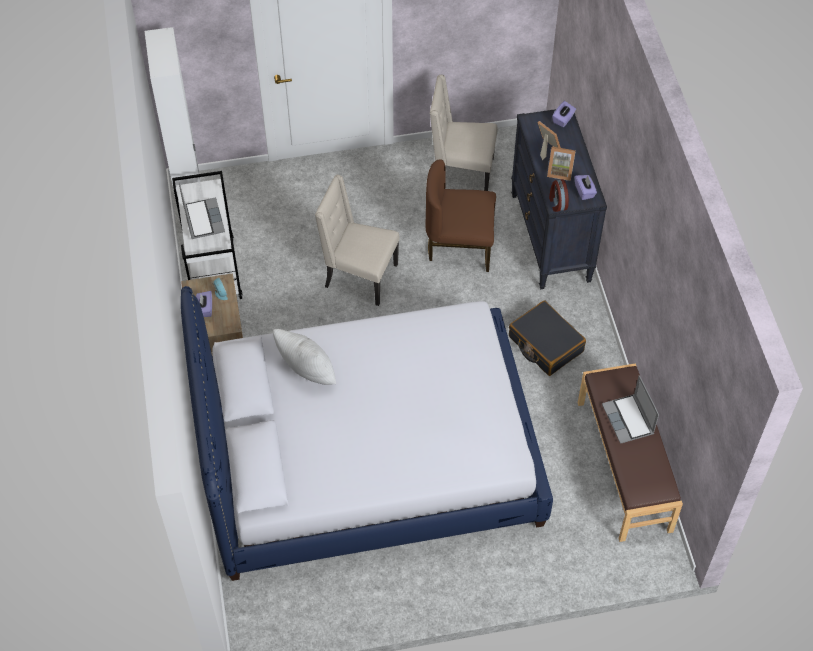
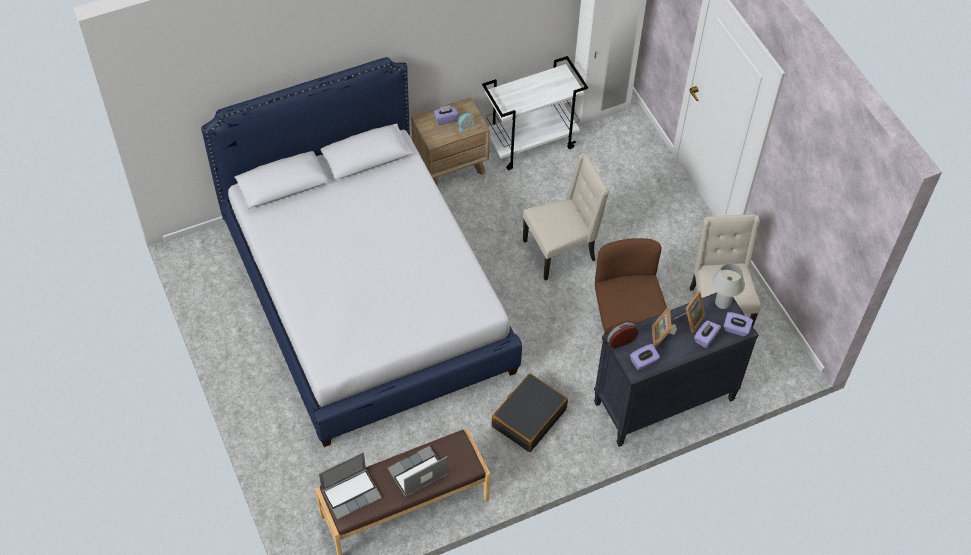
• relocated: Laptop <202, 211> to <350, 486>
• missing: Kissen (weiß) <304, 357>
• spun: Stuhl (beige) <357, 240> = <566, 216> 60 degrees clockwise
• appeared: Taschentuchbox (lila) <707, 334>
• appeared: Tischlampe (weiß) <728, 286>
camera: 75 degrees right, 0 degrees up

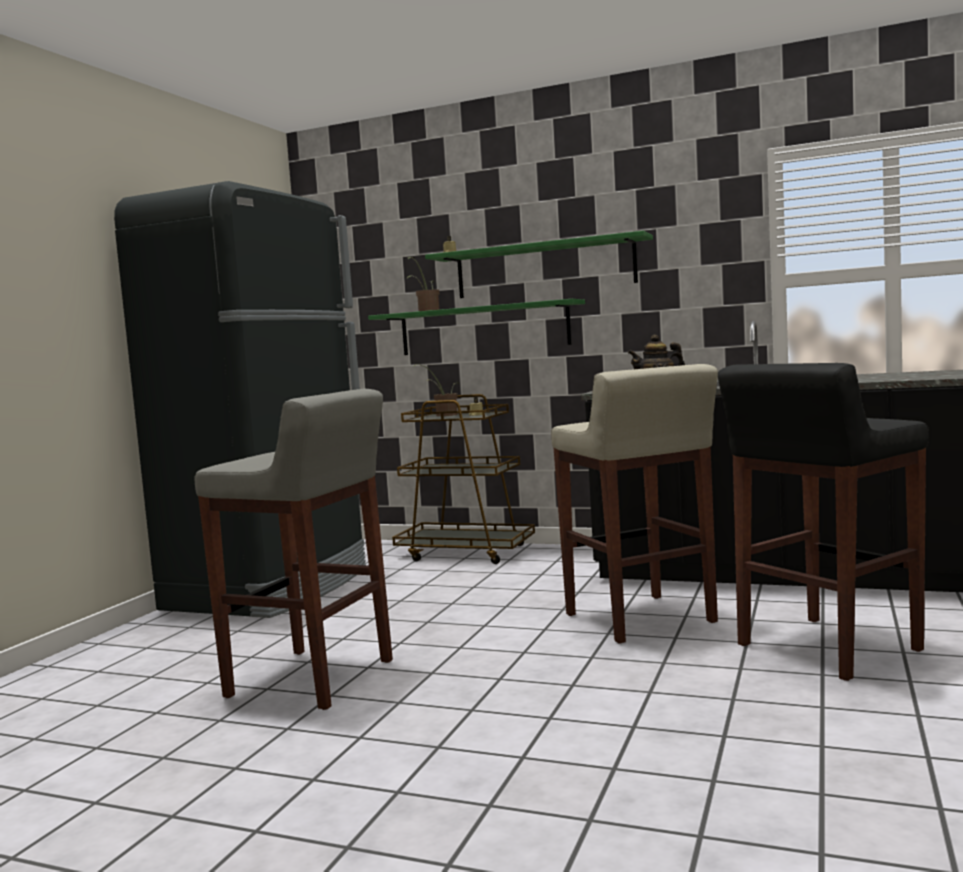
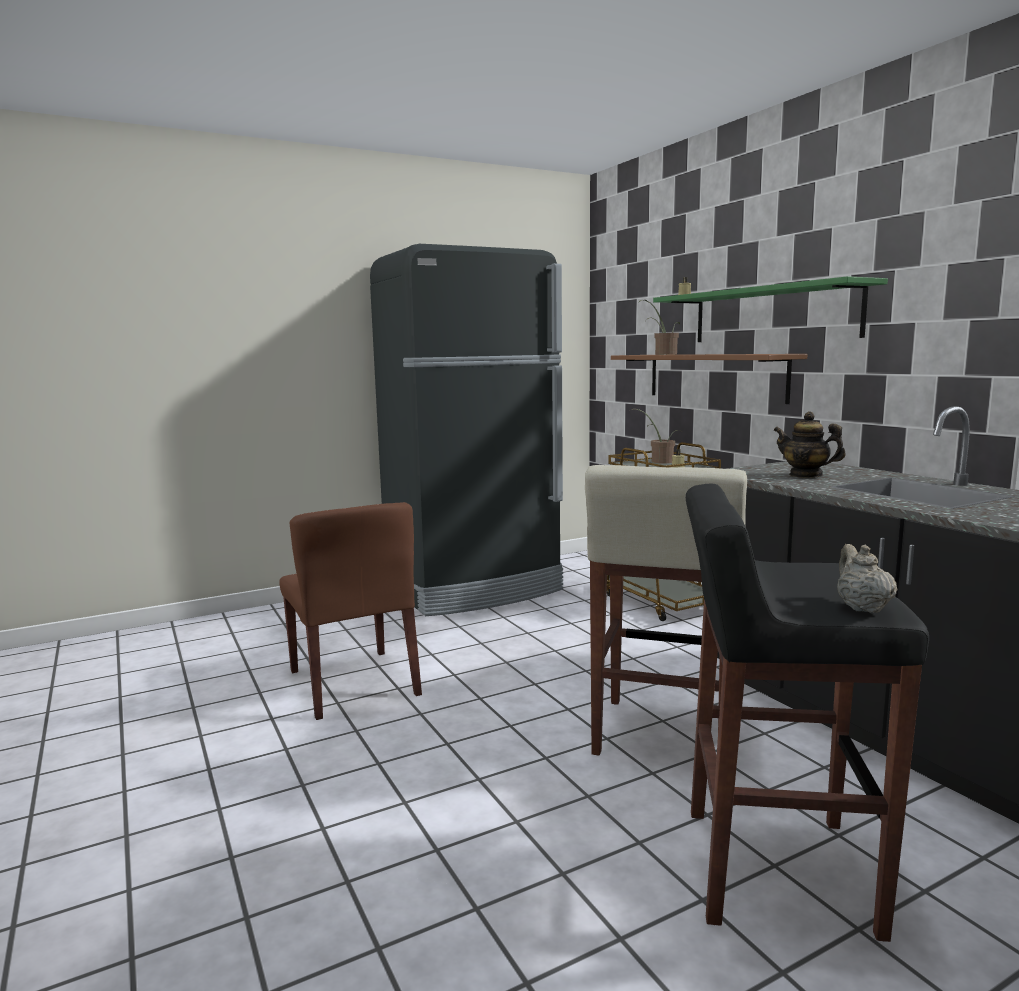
• exchanged: Hocker (grau) <294, 549> to Stuhl (braun) <350, 611>
• colour: Wandregal (grün) <476, 327> to Wandregal (braun) <709, 379>
• appeared: Teekanne (beige) <867, 578>
camera: 40 degrees right, 5 degrees up

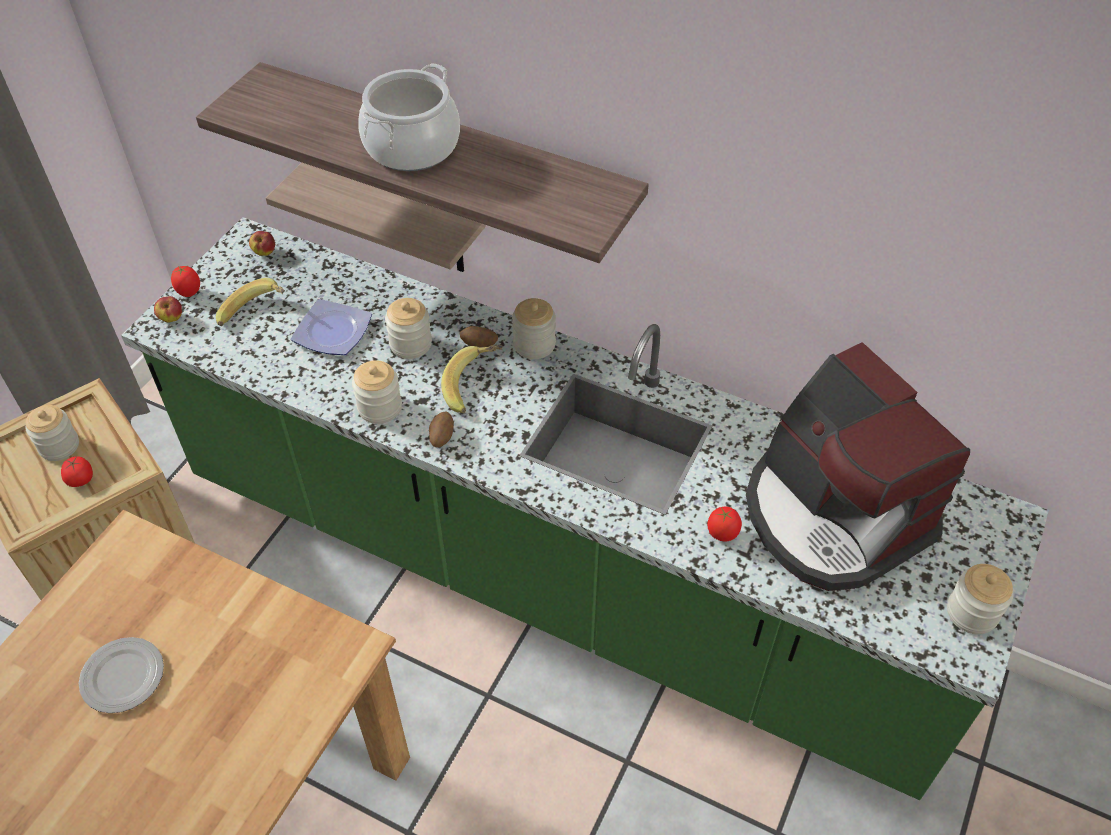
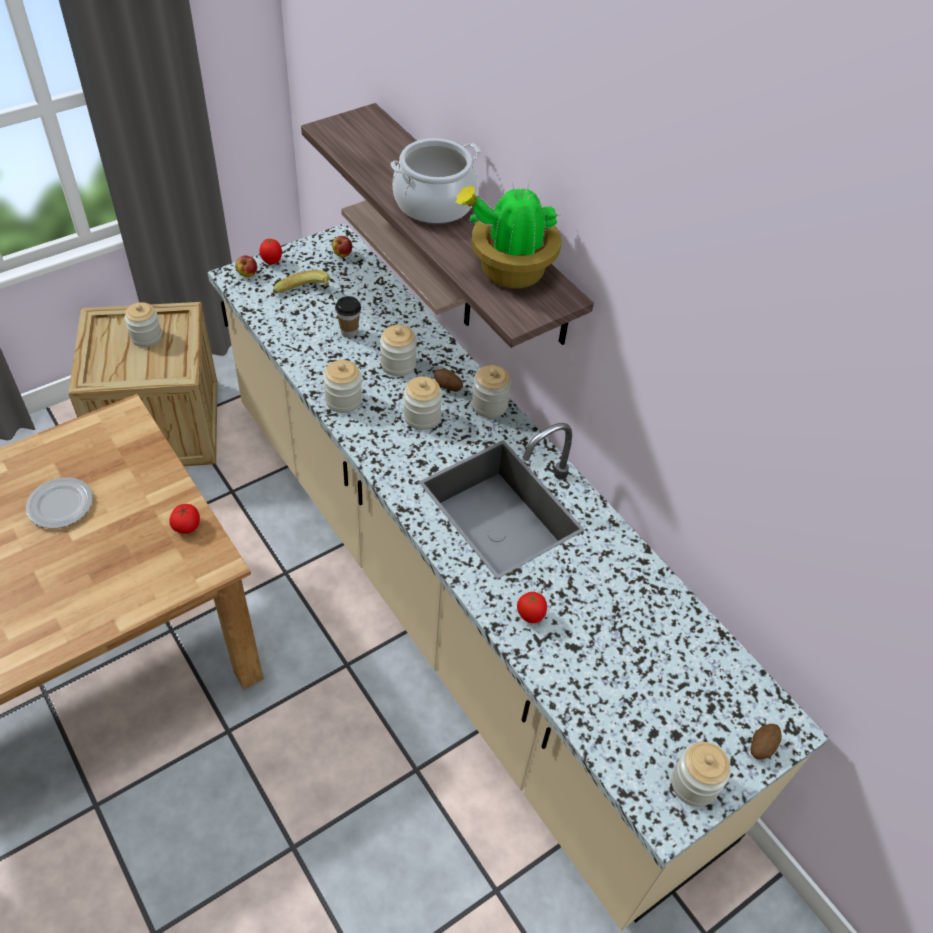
• relocated: Tomate <77, 471> to <184, 519>
• colour: Küchenzeile (grün) <585, 508> to Küchenzeile (beige) <518, 577>
• exchanged: Teller <331, 327> to Tasse <348, 317>
• relocated: Kartoffel <441, 430> to <766, 741>
• exchanged: Banane <472, 379> to Vorratsglas <422, 403>
• missing: Kaffeemaschine <858, 466>
• appeared: Topfpflanze <509, 235>
camera: 25 degrees right, 0 degrees up

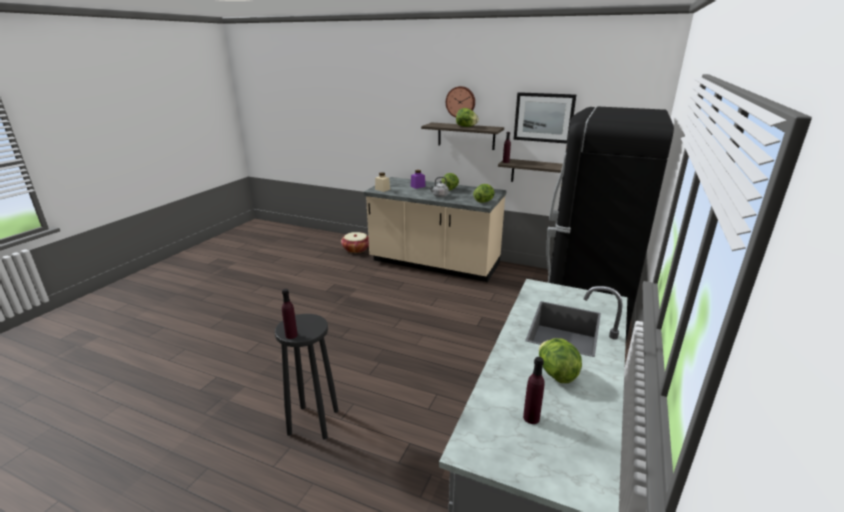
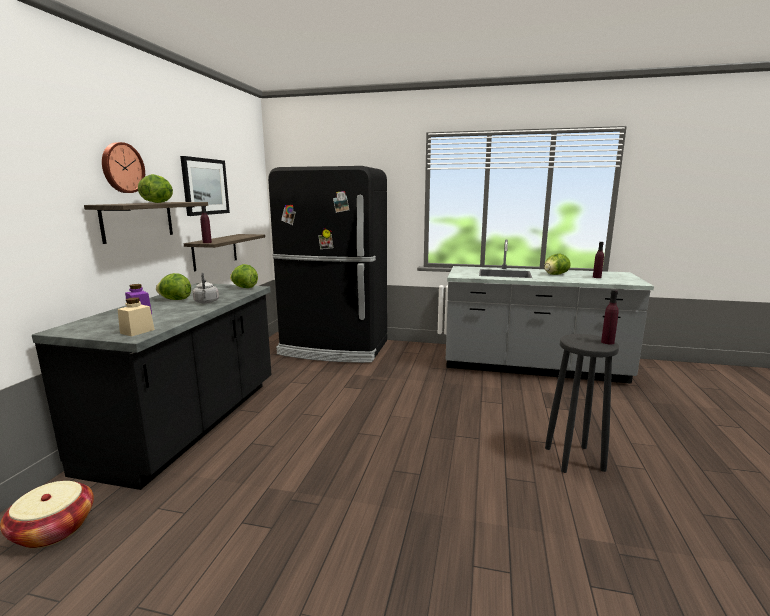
• colour: Küchenzeile (beige) <435, 229> to Küchenzeile (schwarz) <152, 386>
camera: 100 degrees left, 10 degrees down

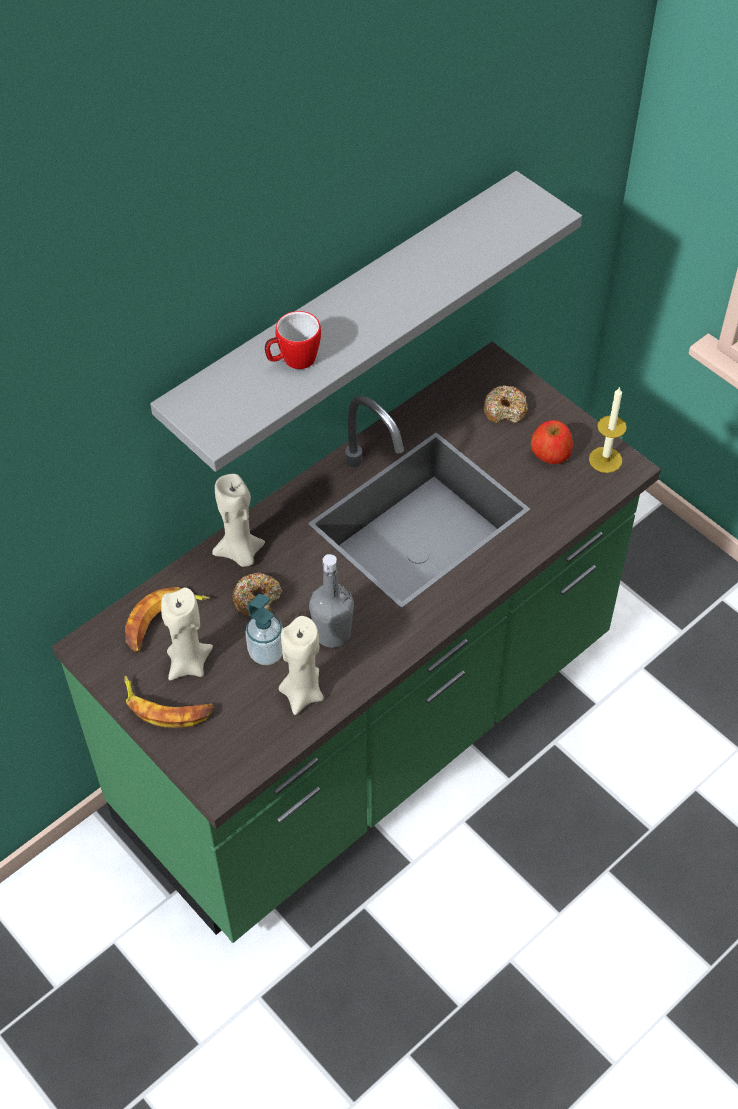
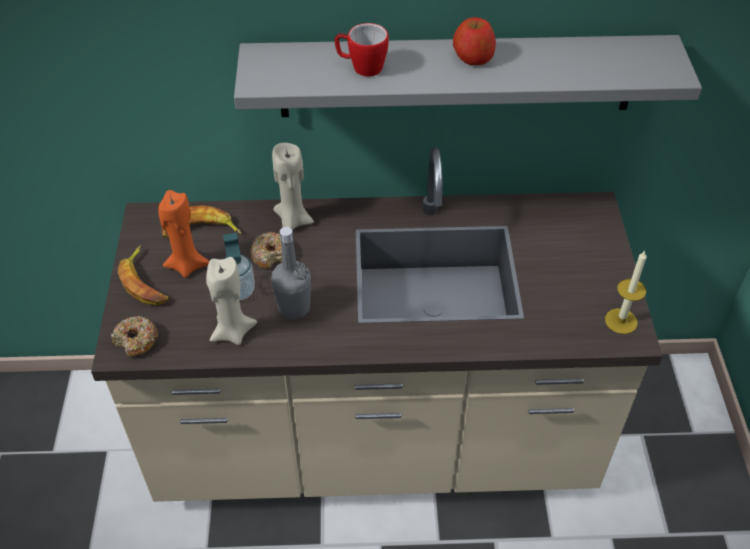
• colour: Küchenzeile (grün) <356, 642> to Küchenzeile (beige) <377, 324>
• colour: Kerze (beige) <187, 633> to Kerze (orange) <183, 234>
• relocated: Donut <506, 404> to <134, 336>
• relocated: Apfel <552, 442> to <474, 41>
camera: 40 degrees right, 5 degrees down

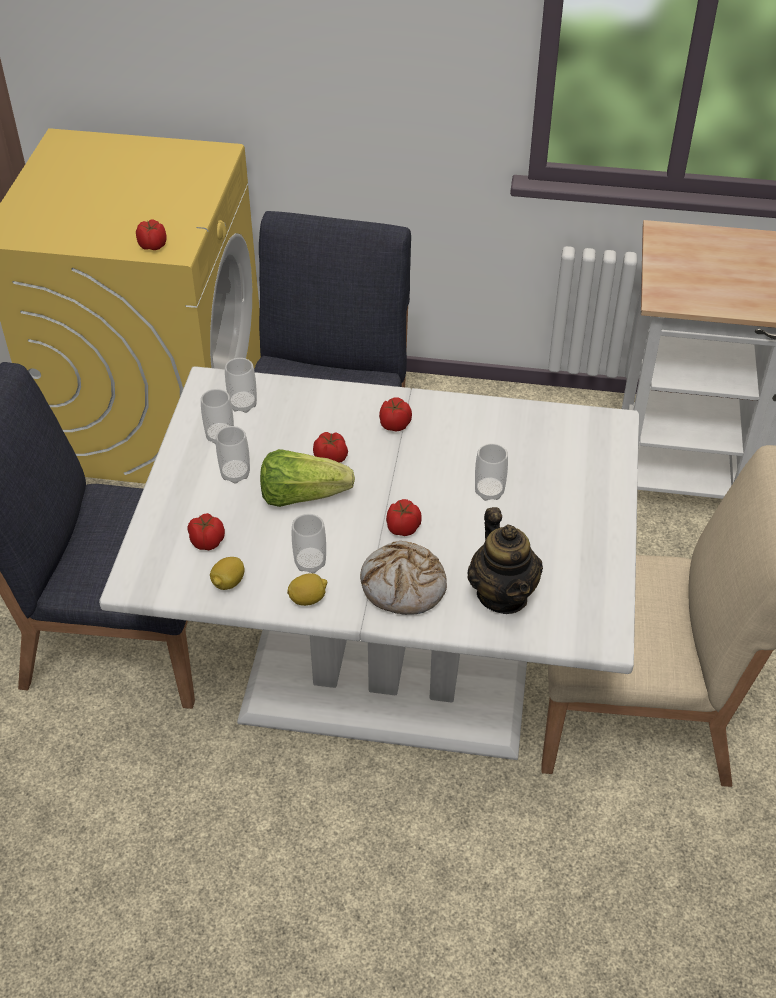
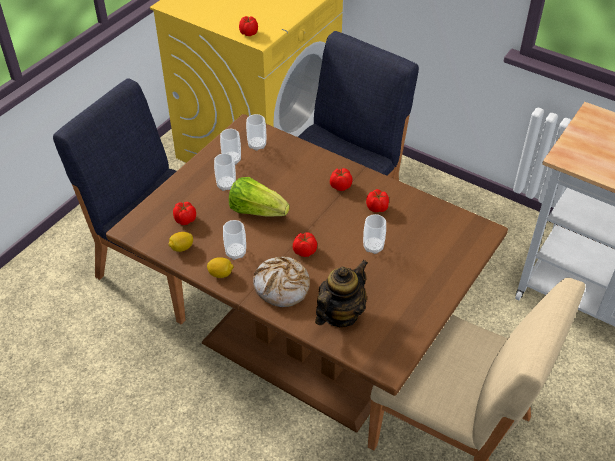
• colour: Esstisch (weiß) <369, 563> to Esstisch (braun) <307, 273>
• relocated: Tomate <330, 447> to <377, 200>
• spun: Teekanne <505, 560> = <341, 293> 150 degrees counterclockwise
camera: 25 degrees right, 0 degrees up

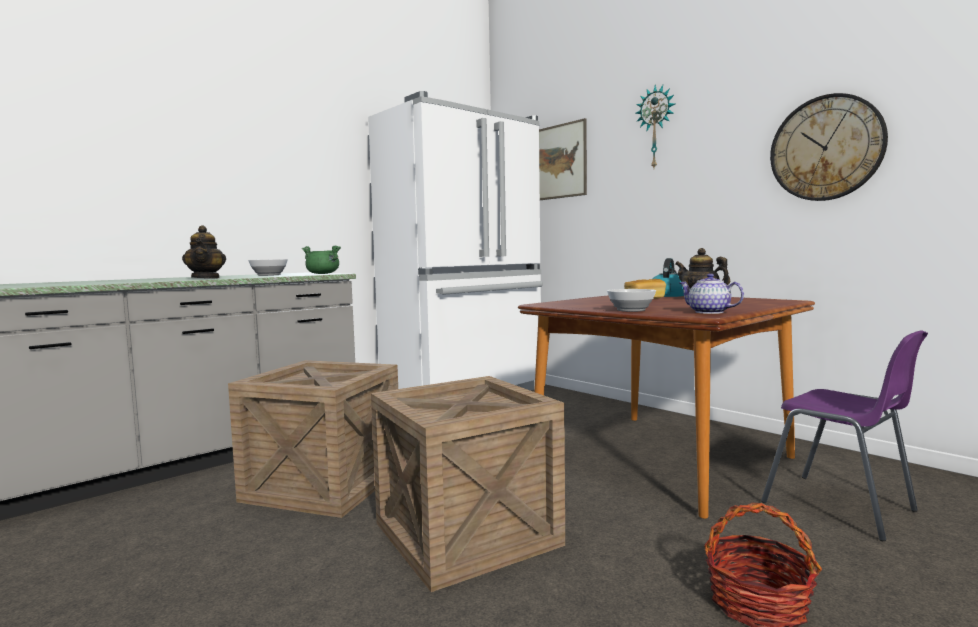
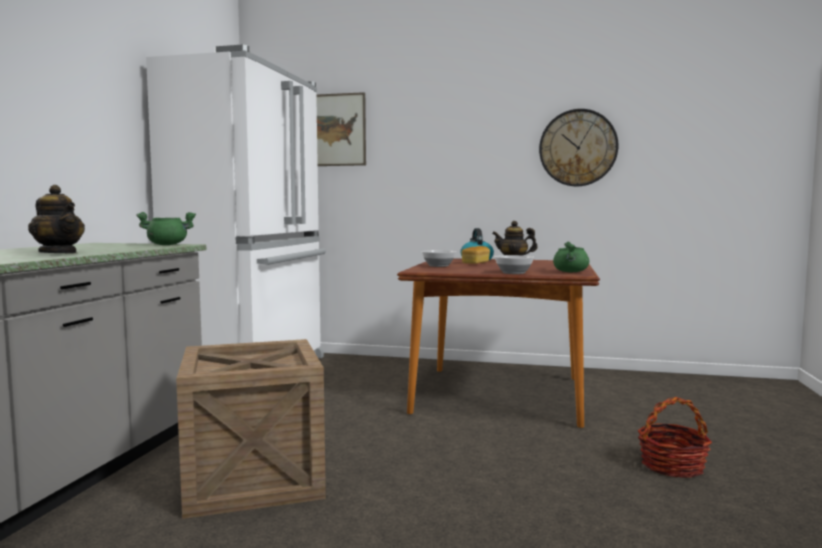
• relocated: Schüssel <268, 267> to <439, 258>
• missing: Kiste <468, 484>
• missing: Wanduhr <655, 126>
• exchanged: Teekanne <711, 293> to Kochtopf (grün) <571, 257>
• missing: Stuhl (lila) <844, 435>
camera: 35 degrees left, 0 degrees up

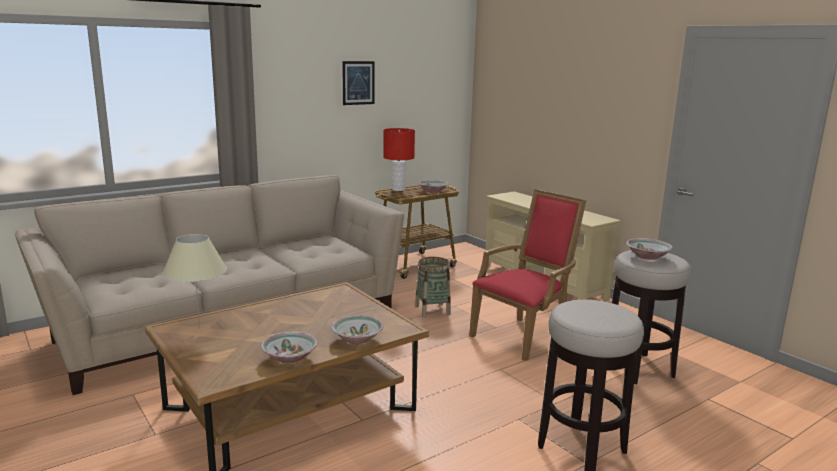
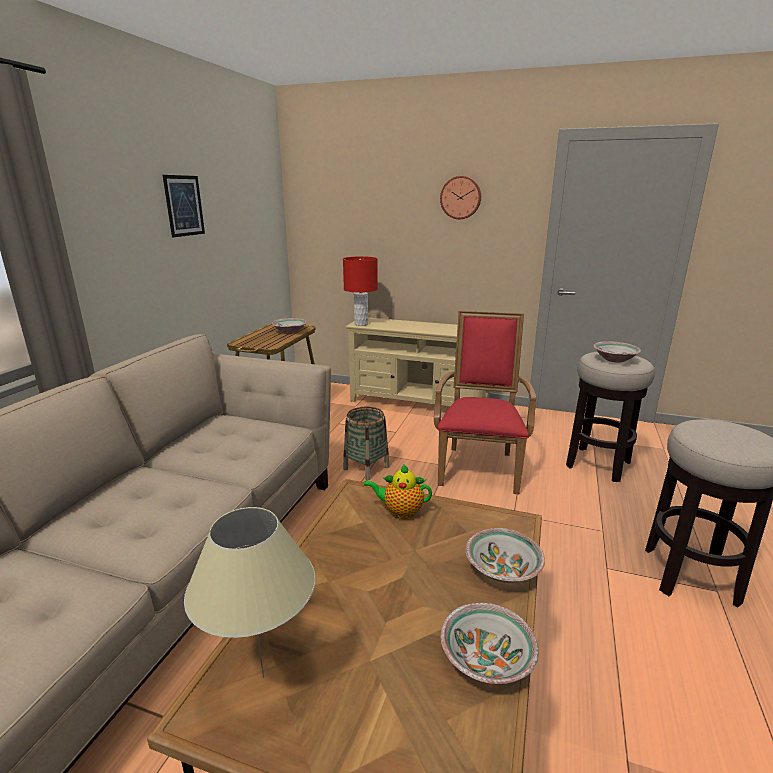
• relocated: Tischlampe (rot) <399, 159> to <360, 291>
• appeared: Teekanne <397, 491>
• appeared: Wanduhr <460, 197>
camera: 35 degrees left, 5 degrees up

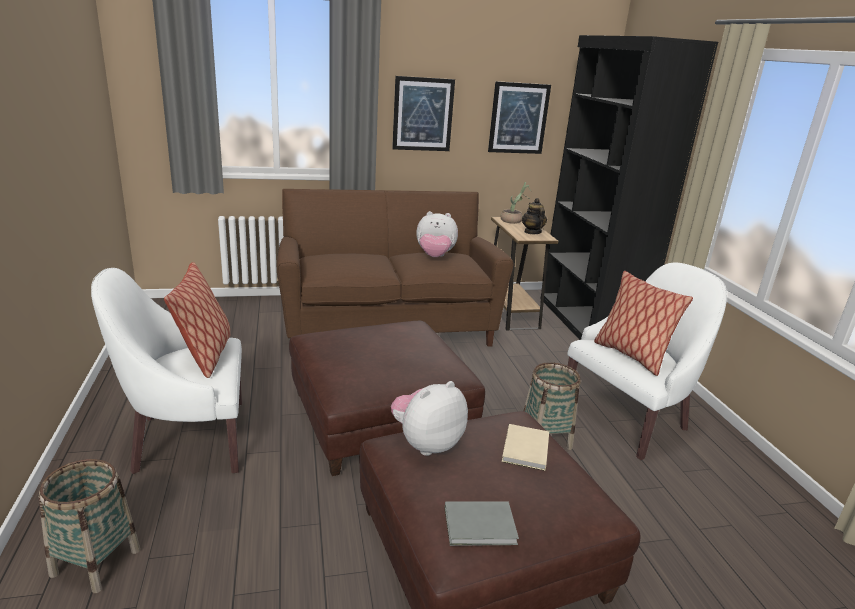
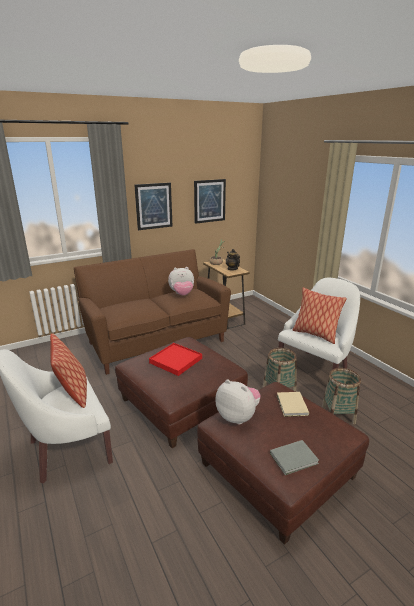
• relocated: Korb <89, 526> to <341, 396>
• spun: Plüschtier <429, 418> = <238, 402> 90 degrees clockwise
• missing: Bücherregal (schwarz) <629, 187>
• appeared: Tablett (rot) <175, 359>
camera: 15 degrees left, 0 degrees up

